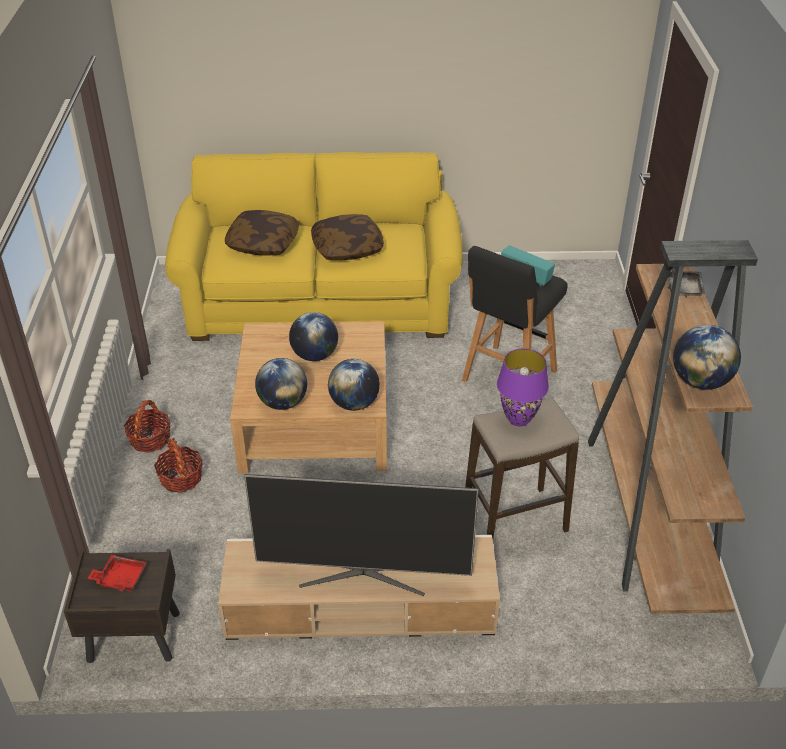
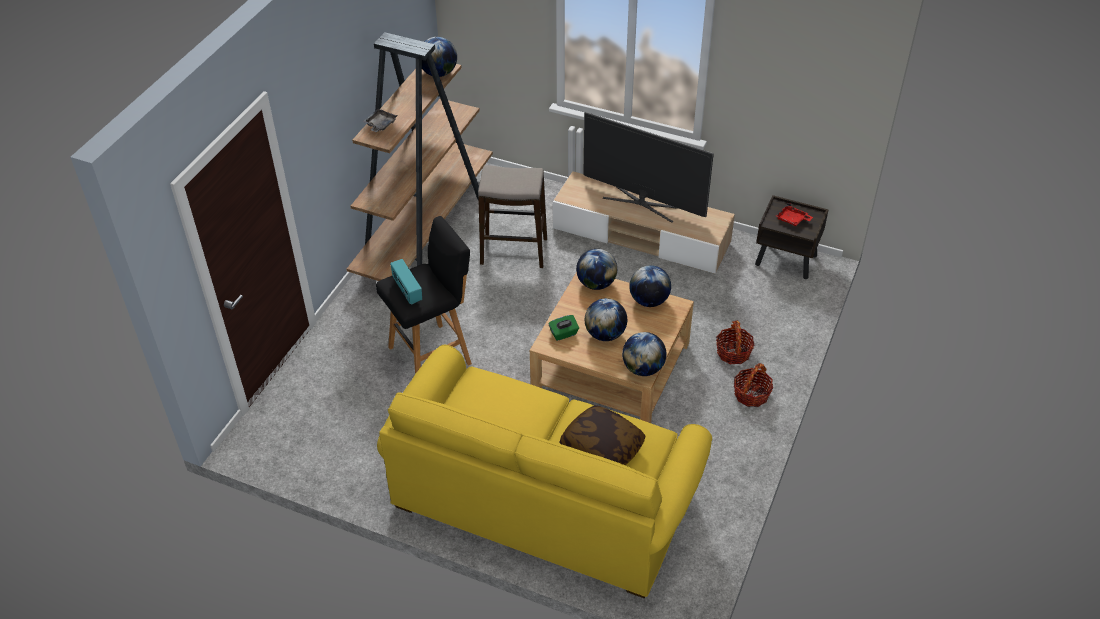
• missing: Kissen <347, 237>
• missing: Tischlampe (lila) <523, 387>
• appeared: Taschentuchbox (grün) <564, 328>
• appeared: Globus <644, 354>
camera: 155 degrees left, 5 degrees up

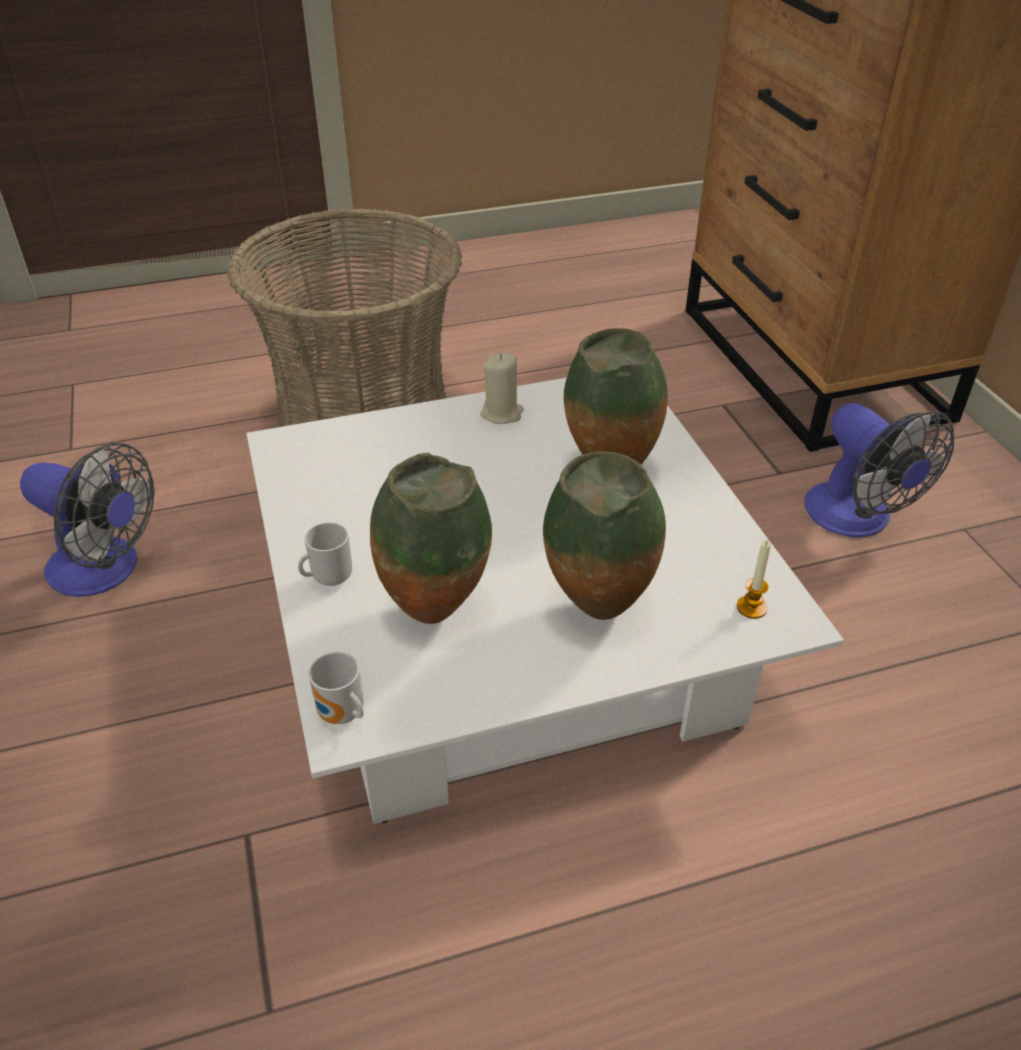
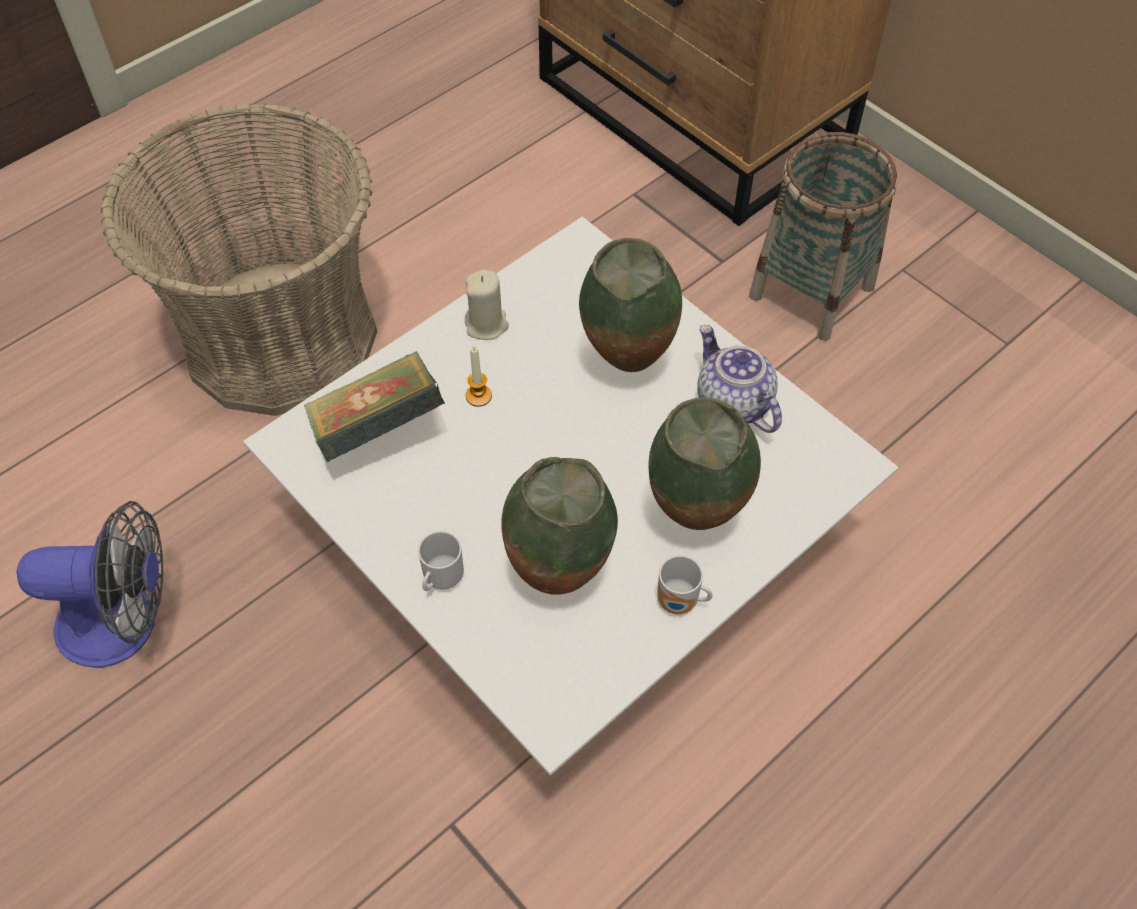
• relocated: Henkelbecher <336, 688> to <685, 584>
• relocated: Kerze <754, 579> to <479, 376>
• exchanged: Ventilator <879, 470> to Korb <823, 236>
• appeared: Buch <374, 406>
• appeared: Teekanne <739, 379>
camera: 25 degrees left, 15 degrees up

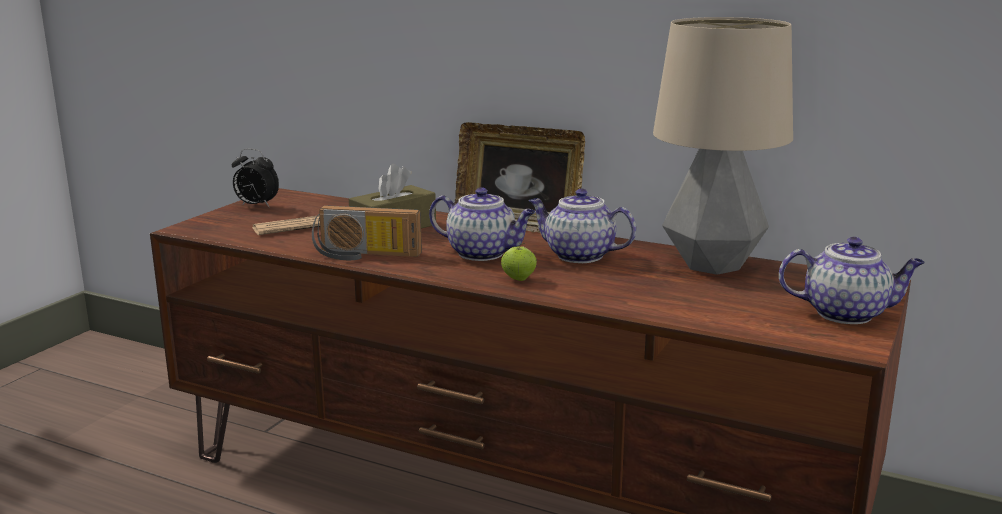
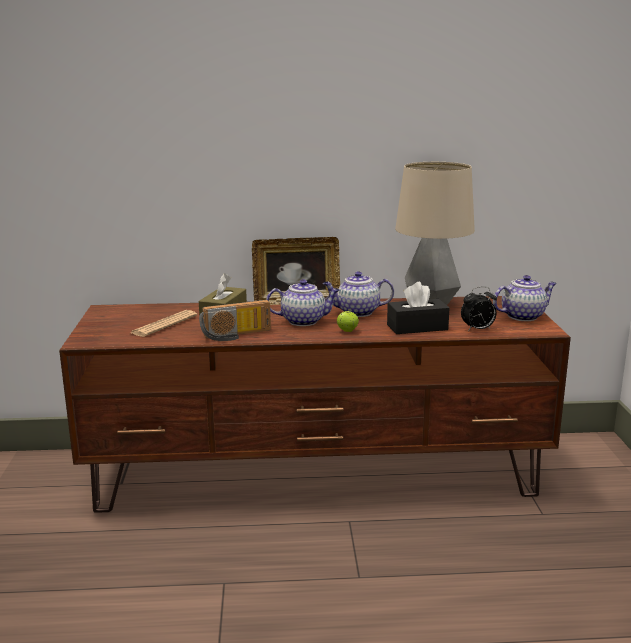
• relocated: Wecker <255, 177> to <479, 308>
• appeared: Taschentuchbox (schwarz) <418, 308>
camera: 30 degrees left, 0 degrees up

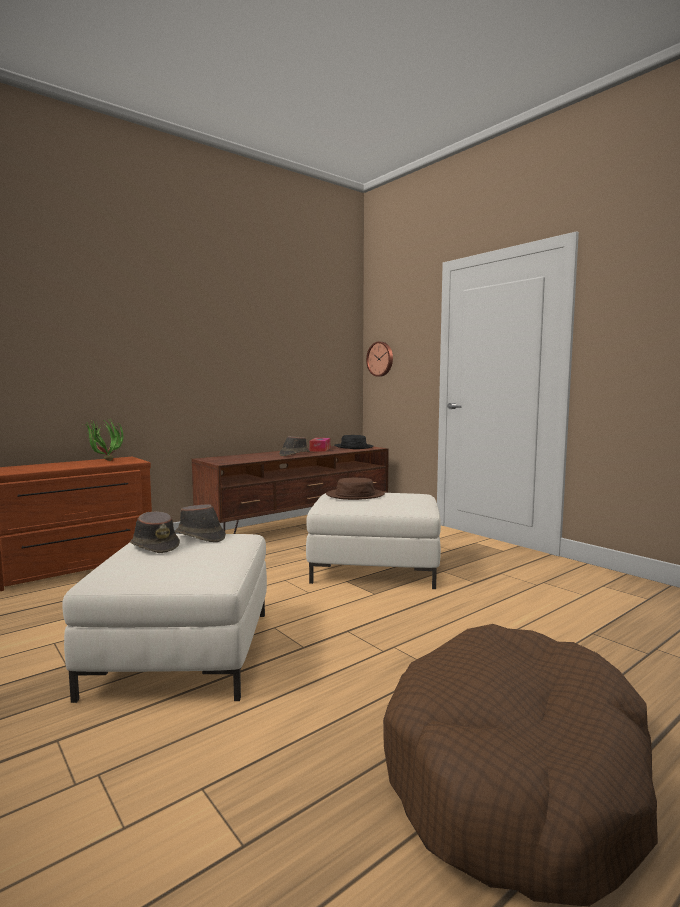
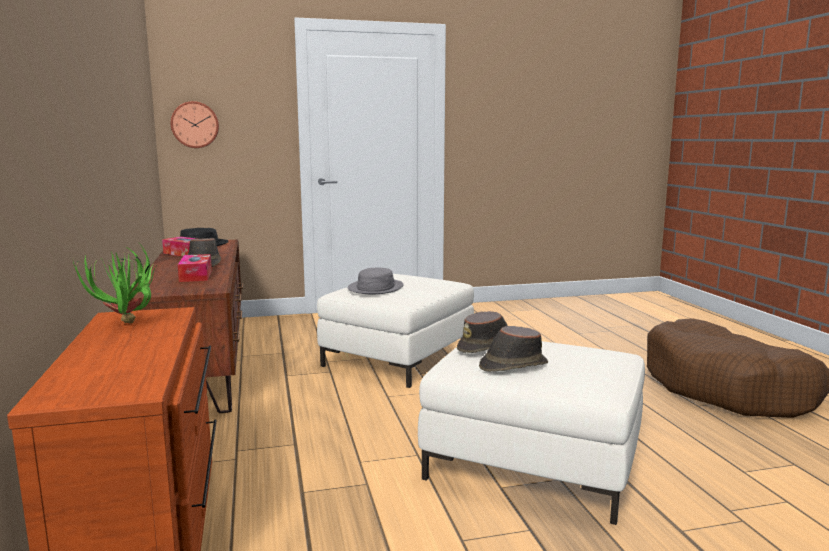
• colour: Hut (braun) <355, 489> to Hut (grau) <376, 281>
• appeared: Taschentuchbox <195, 268>
camera: 65 degrees left, 5 degrees up

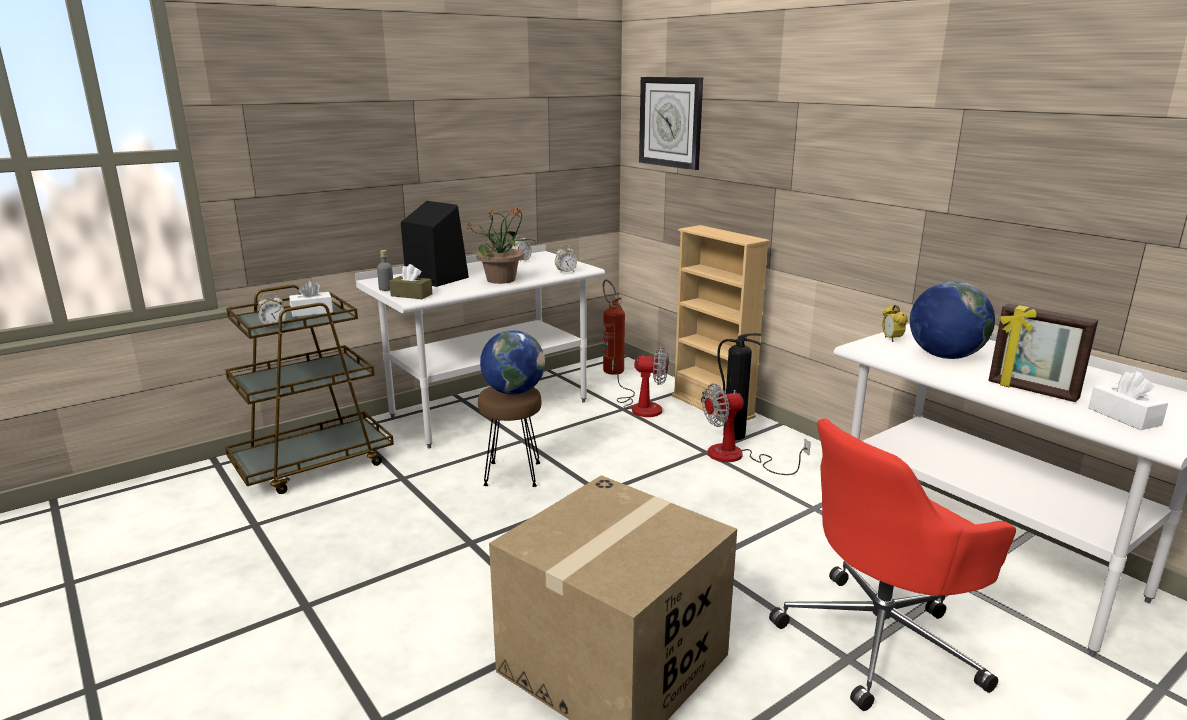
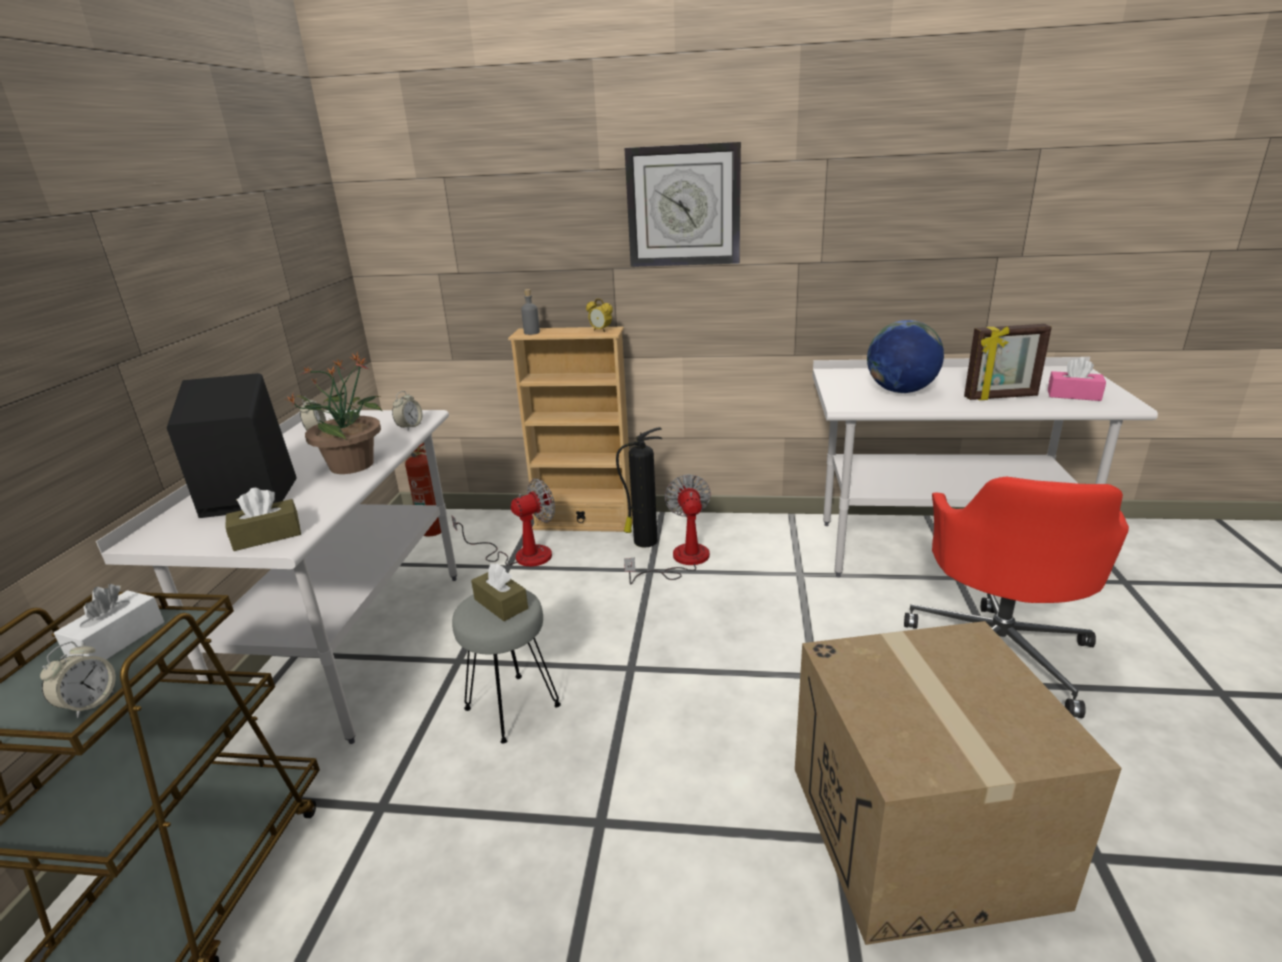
• relocated: Flasche (grau) <385, 270> to <530, 312>
• colour: Hocker (braun) <509, 436> to Hocker (grau) <506, 666>
• exchanged: Globus <512, 362> to Taschentuchbox (braun) <499, 592>
• relocated: Wanduhr <671, 123> to <682, 204>
• spun: Ventilator <756, 429> = <667, 529> 150 degrees clockwise
• relocated: Wecker <895, 323> to <599, 315>
• colour: Taschentuchbox (weiß) <1128, 400> to Taschentuchbox (rosa) <1077, 379>
camera: 45 degrees left, 5 degrees up

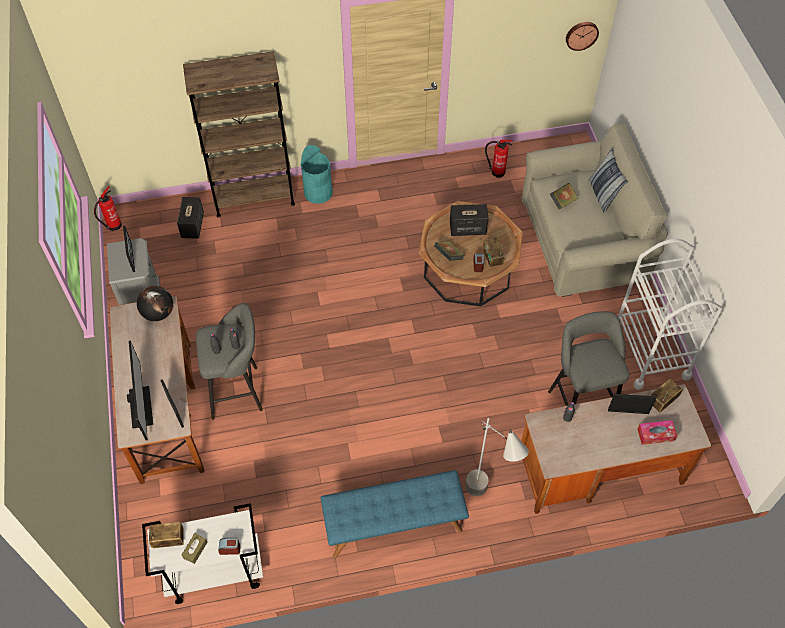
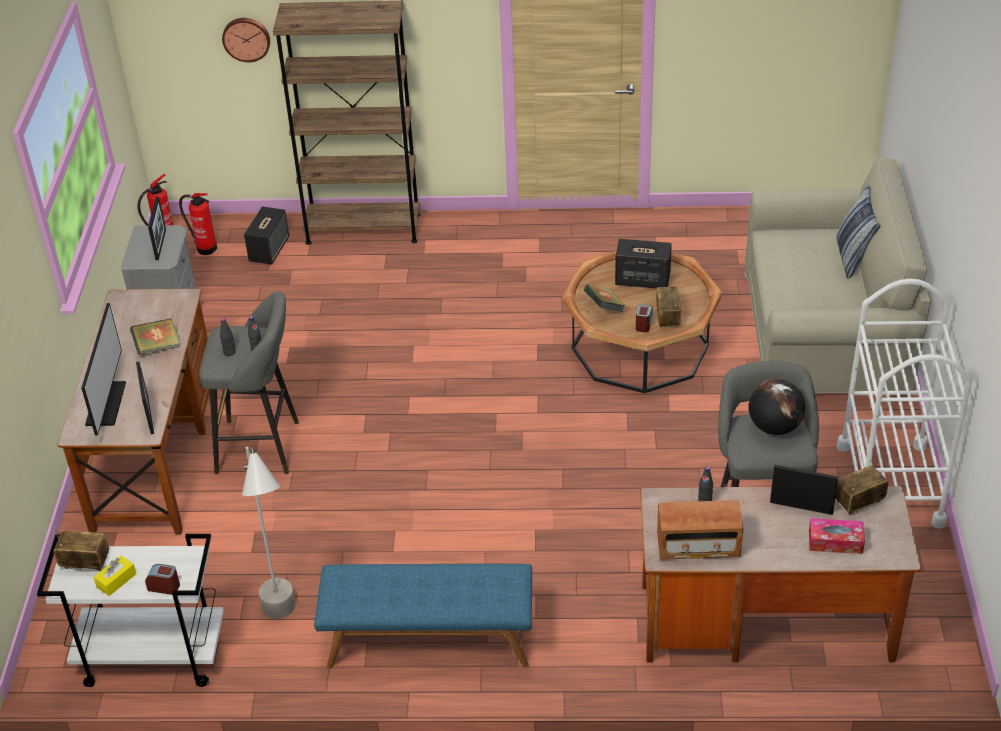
• relocated: Globus <155, 303> to <776, 407>
• colour: Taschentuchbox (braun) <195, 548> to Taschentuchbox (gelb) <114, 575>
• missing: Mülleimer (türkis) <317, 174>
• relocated: Stehlampe (grau) <497, 457> to <269, 533>
• relocated: Feuerlöscher <499, 159> to <198, 224>
• relocated: Buch <564, 196> to <155, 336>
• relocated: Wanduhr <582, 36> to <246, 40>
• appeared: Radio <700, 530>
camera: 15 degrees right, 15 degrees down

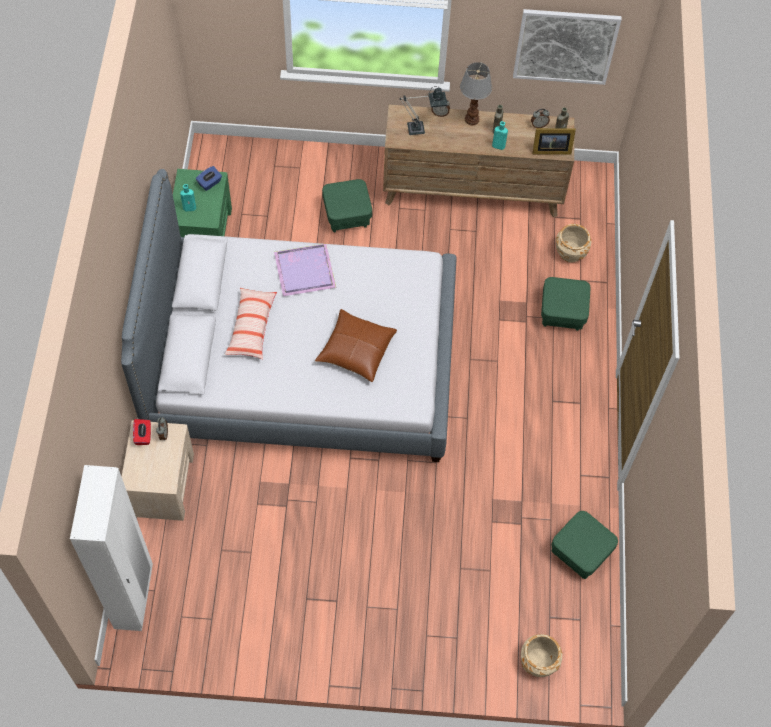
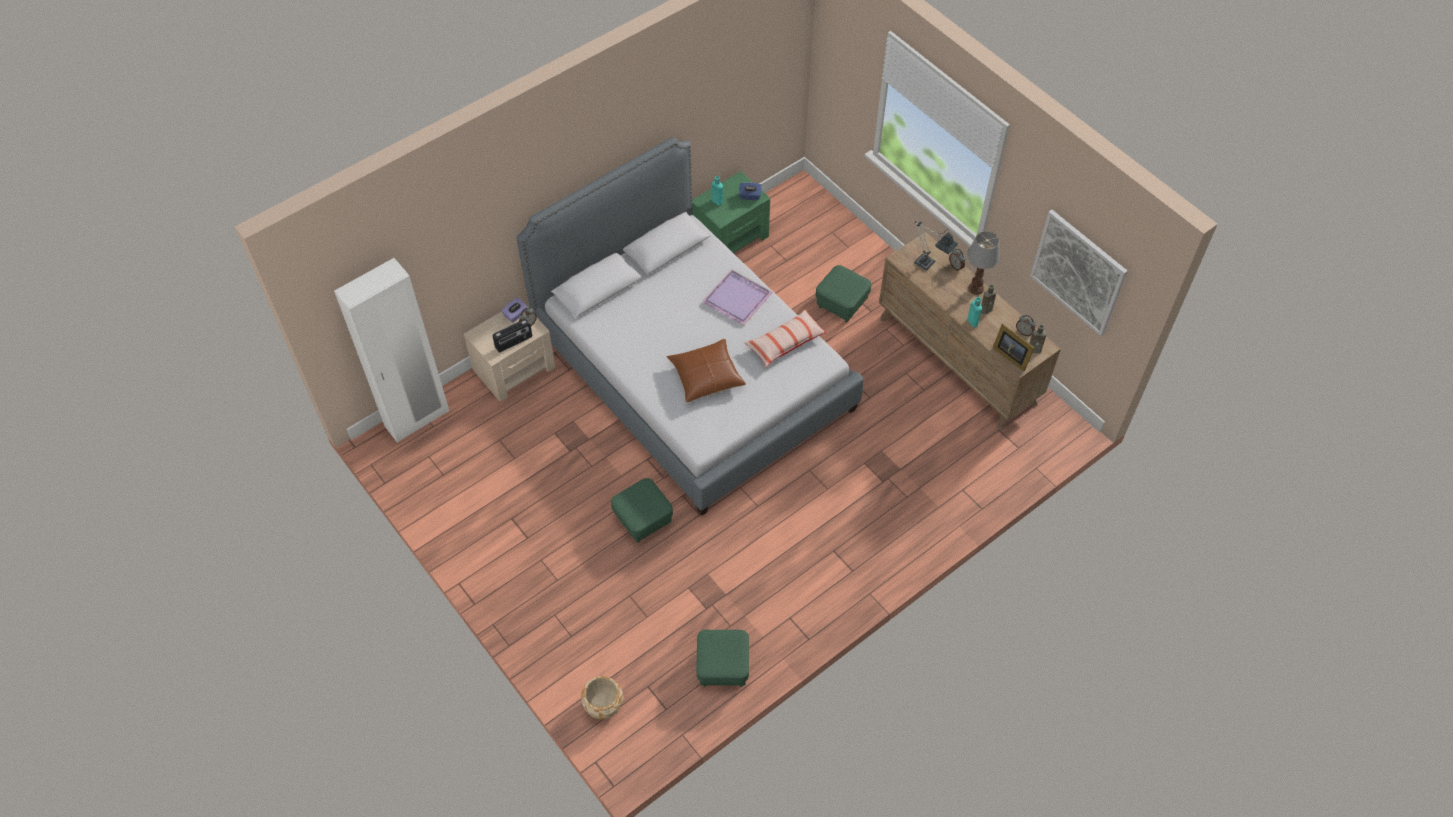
• colour: Taschentuchbox (rot) <142, 432> to Taschentuchbox (lila) <514, 310>
• relocated: Kissen <250, 323> to <786, 338>
• relocated: Polsterhocker (grün) <566, 304> to <642, 510>
• missing: Pflanzkübel (beige) <574, 243>
• appeared: Radio <512, 336>
camera: 50 degrees right, 5 degrees down

